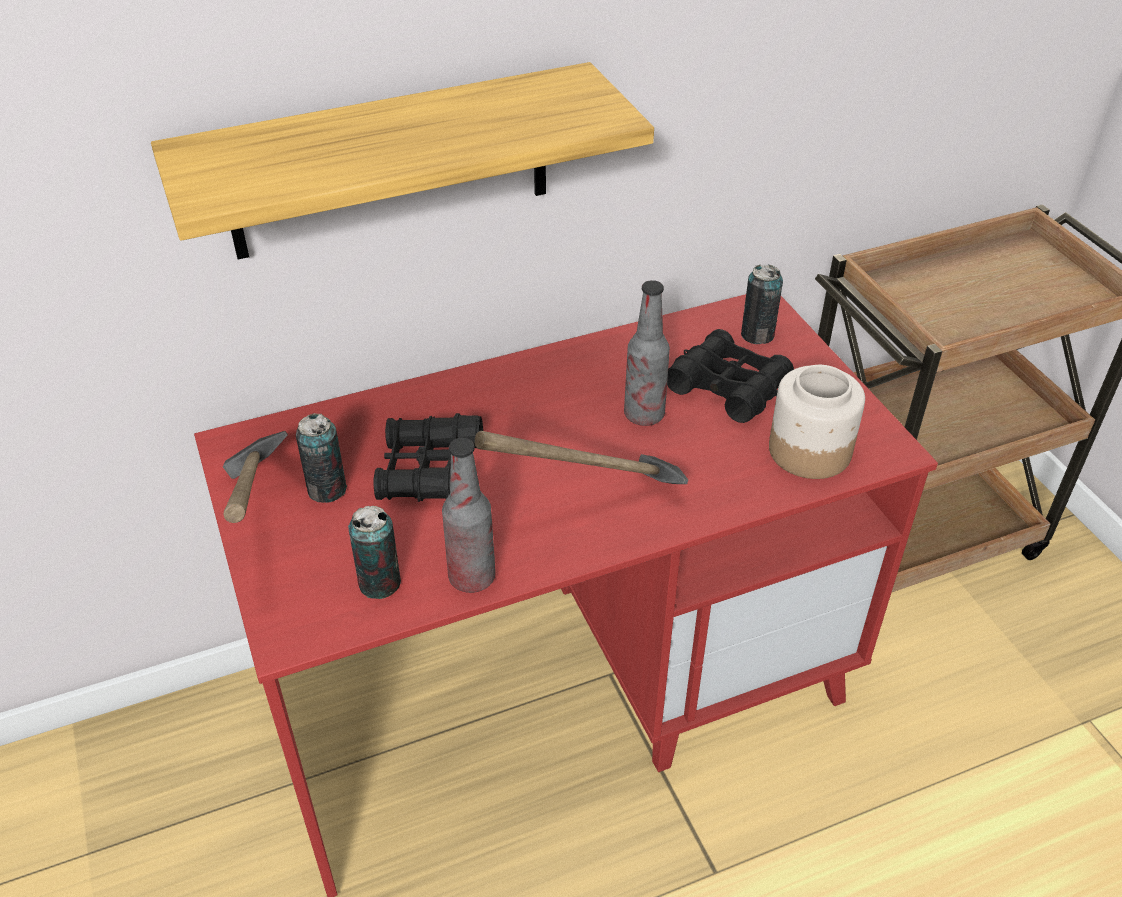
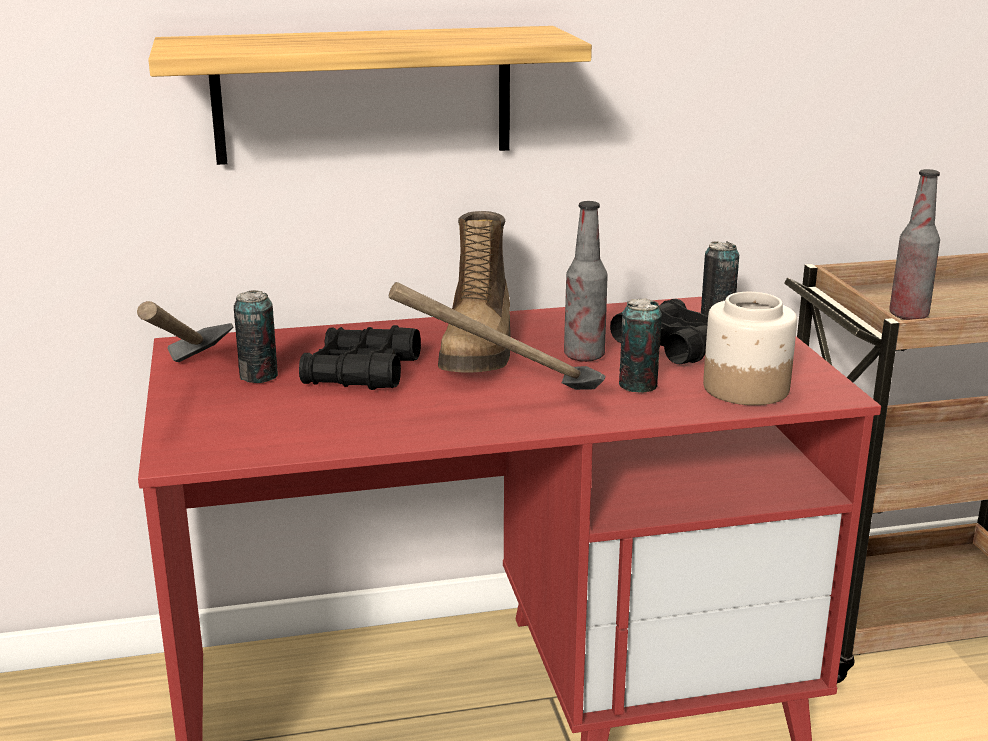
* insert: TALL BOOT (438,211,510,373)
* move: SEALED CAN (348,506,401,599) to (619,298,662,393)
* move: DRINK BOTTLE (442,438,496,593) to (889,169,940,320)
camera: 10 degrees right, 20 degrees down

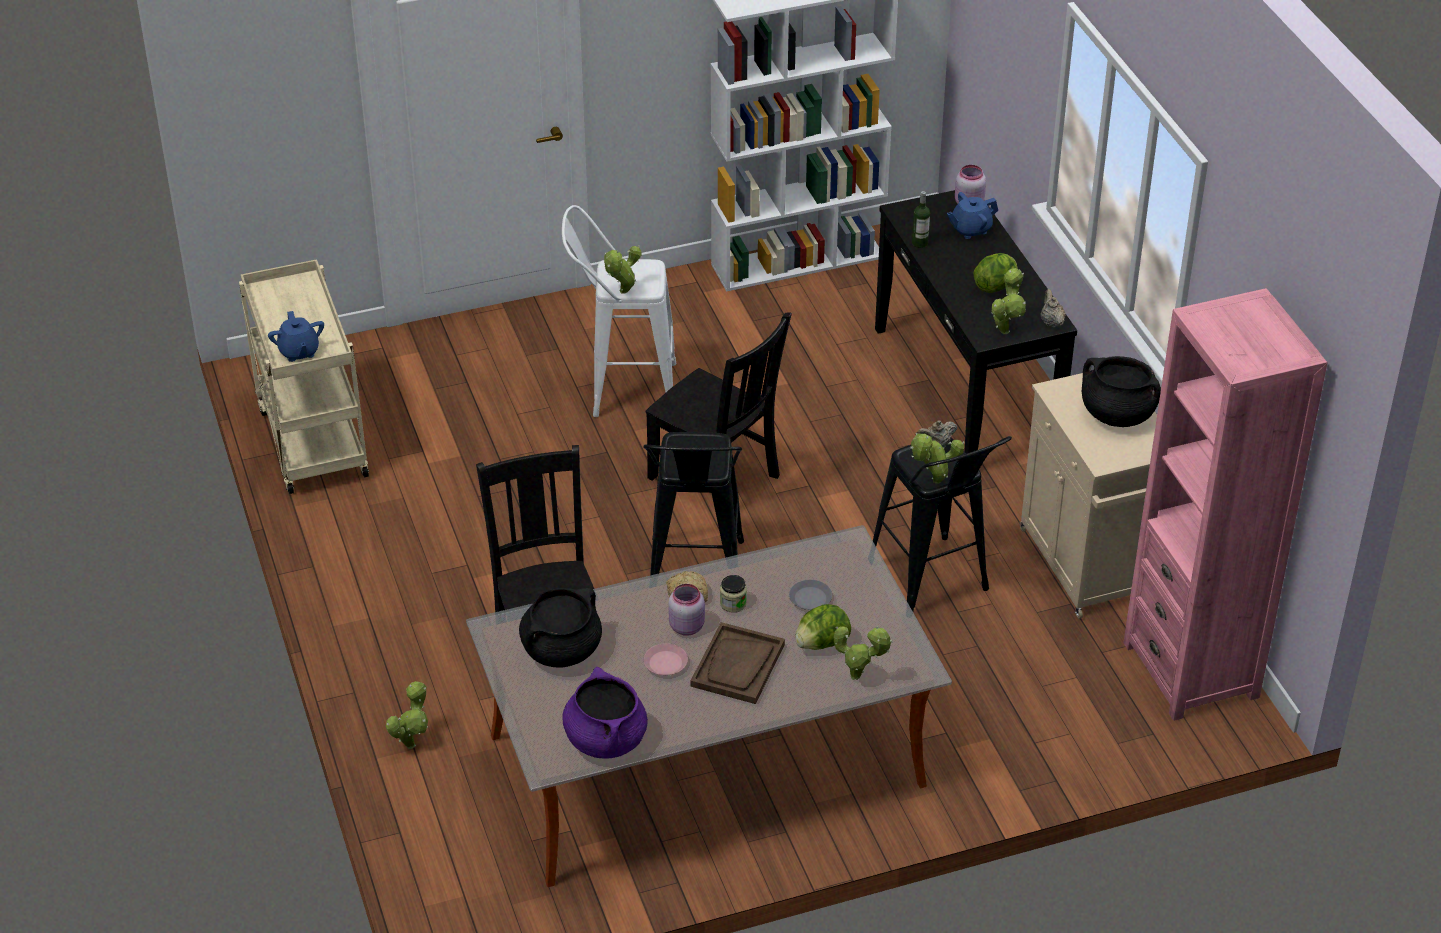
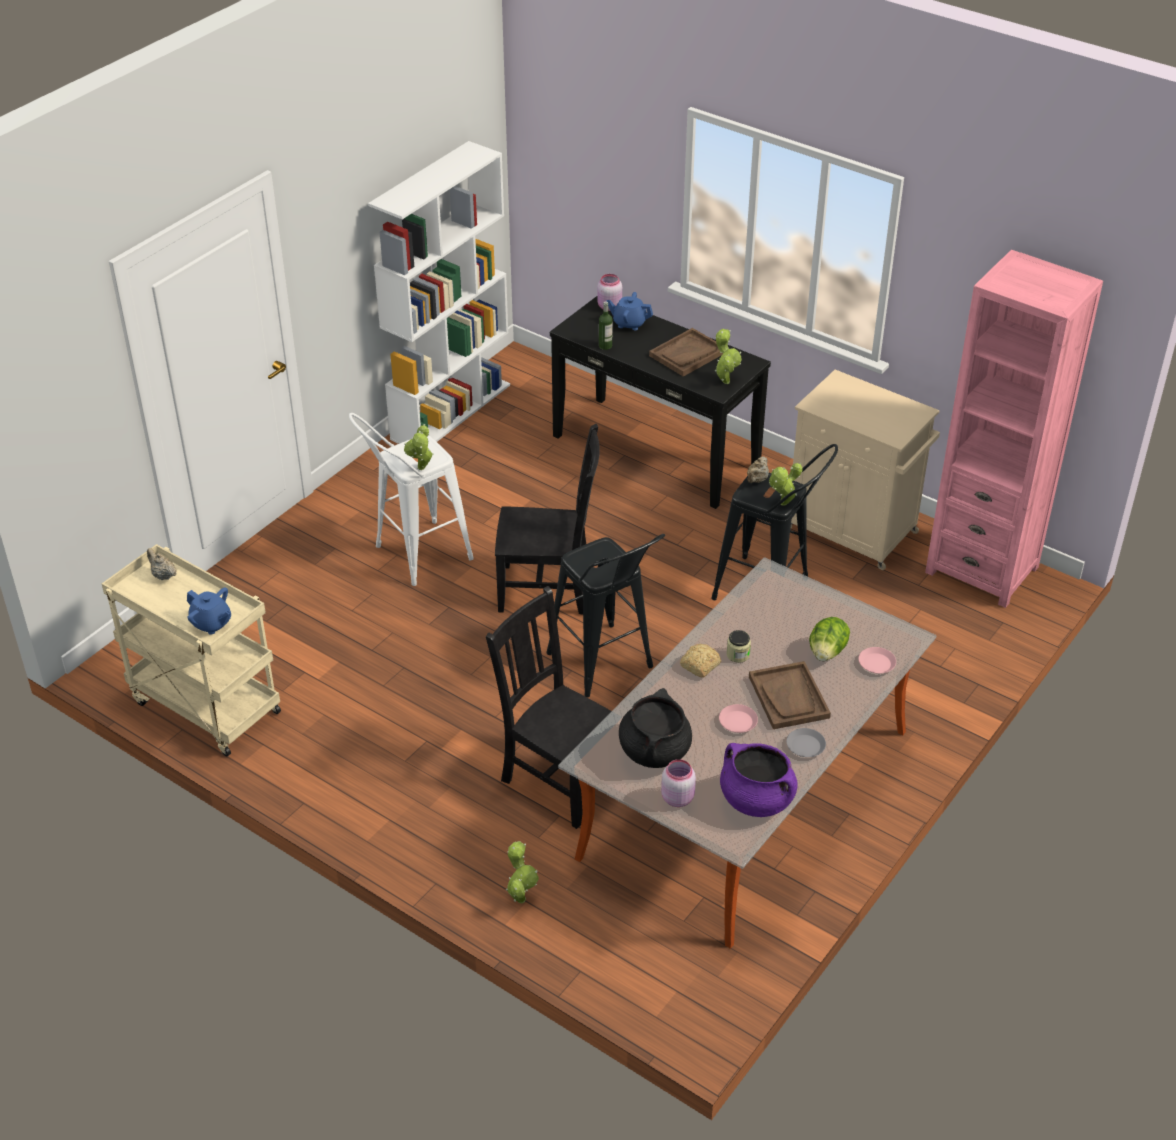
* delete: BLACK-COLOURED STOCKPOT (1082,356,1161,427)
* move: PINK STORAGE JAR (668,584,705,636) to (661,759,696,807)
* move: GREYISH DINNER PLATE (789,580,832,610) to (786,728,826,757)
* move: SAND-COLOURED TEA POT (1040,289,1066,328) to (147,548,177,580)
* replace: POTTED PLANT (834,626,893,681) to PINK DINNER PLATE (858,647,896,674)
* replace: LETTUCE (973,253,1018,293) to BROWN-COLOURED TRAY (649,328,723,377)
* rotate: BLUE TEA POT (947,192,998,239) = (606,292,653,330) 75 degrees clockwise
camera: 35 degrees left, 0 degrees up

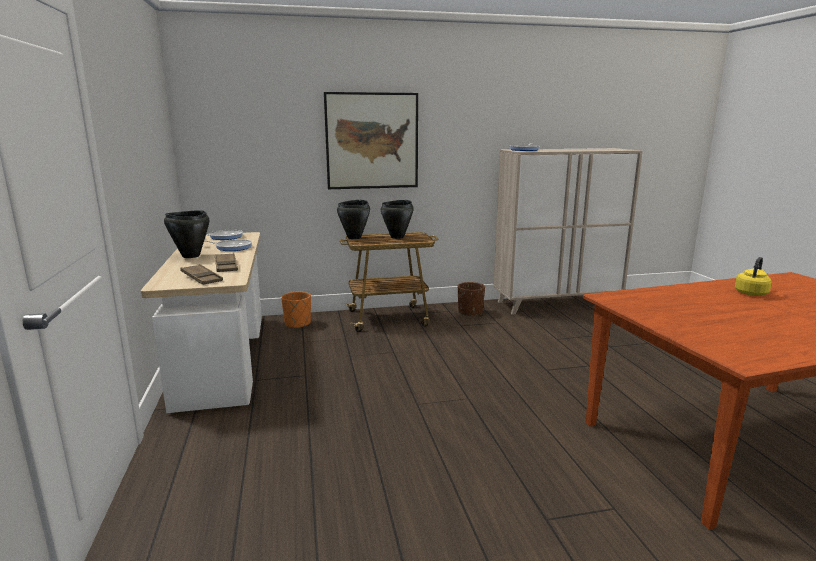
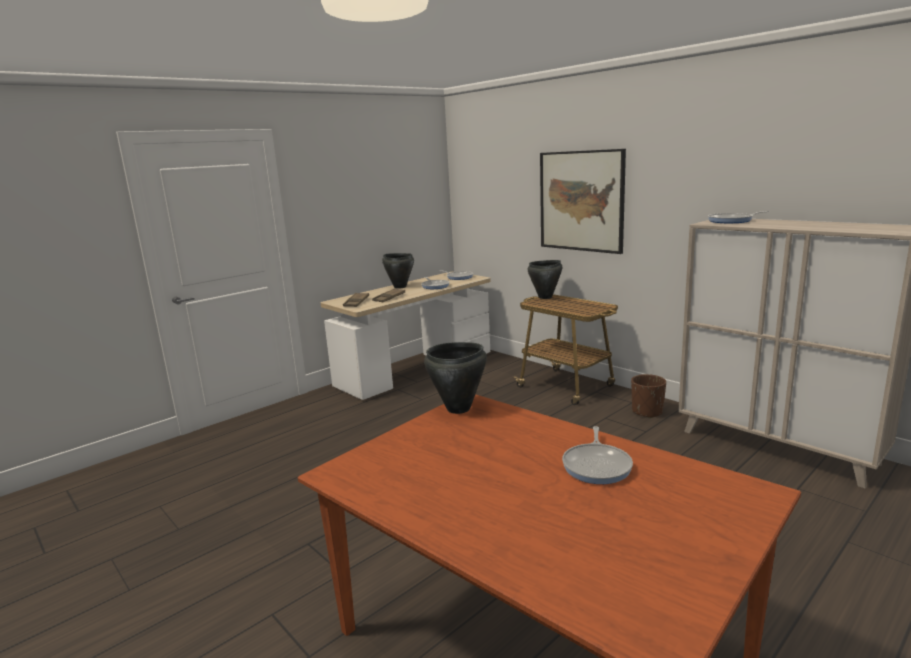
* delete: ORANGE PLANTER (281,291,311,329)
* move: BLACK-COLOURED STOCKPOT (381,200,414,239) to (424,342,487,414)
* replace: YELLOW-COLOURED TEA KETTLE (735,257,772,296) to PAN (562,426,633,484)
camera: 60 degrees right, 0 degrees up

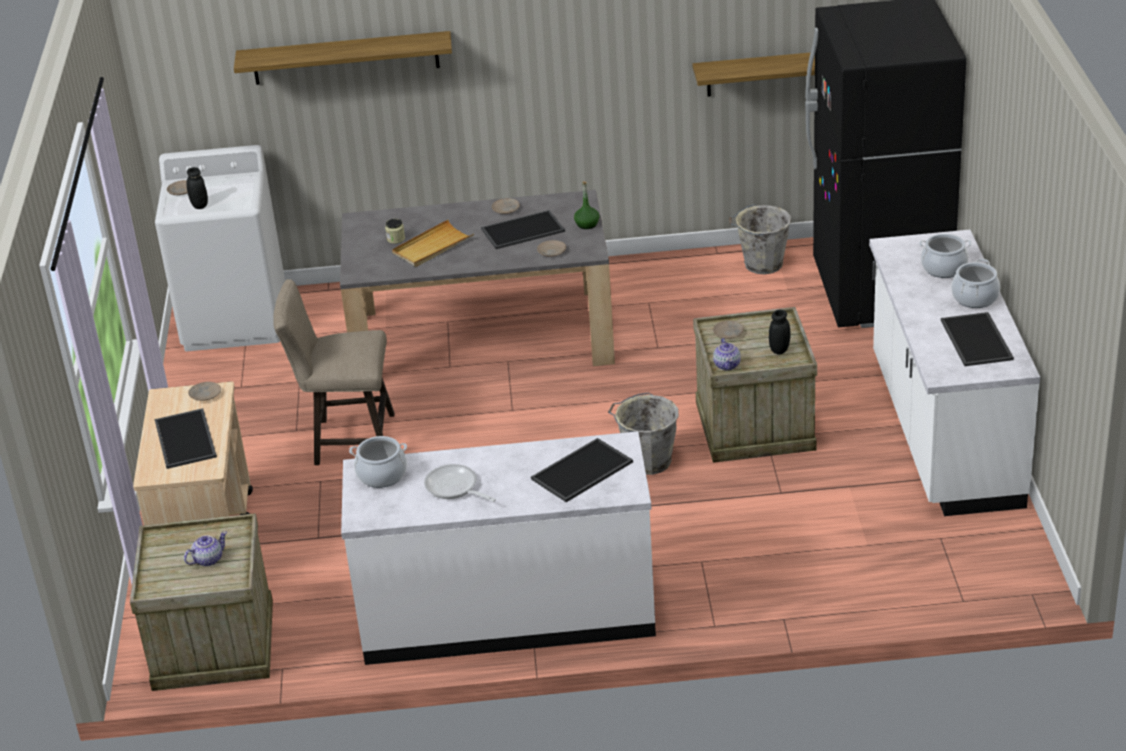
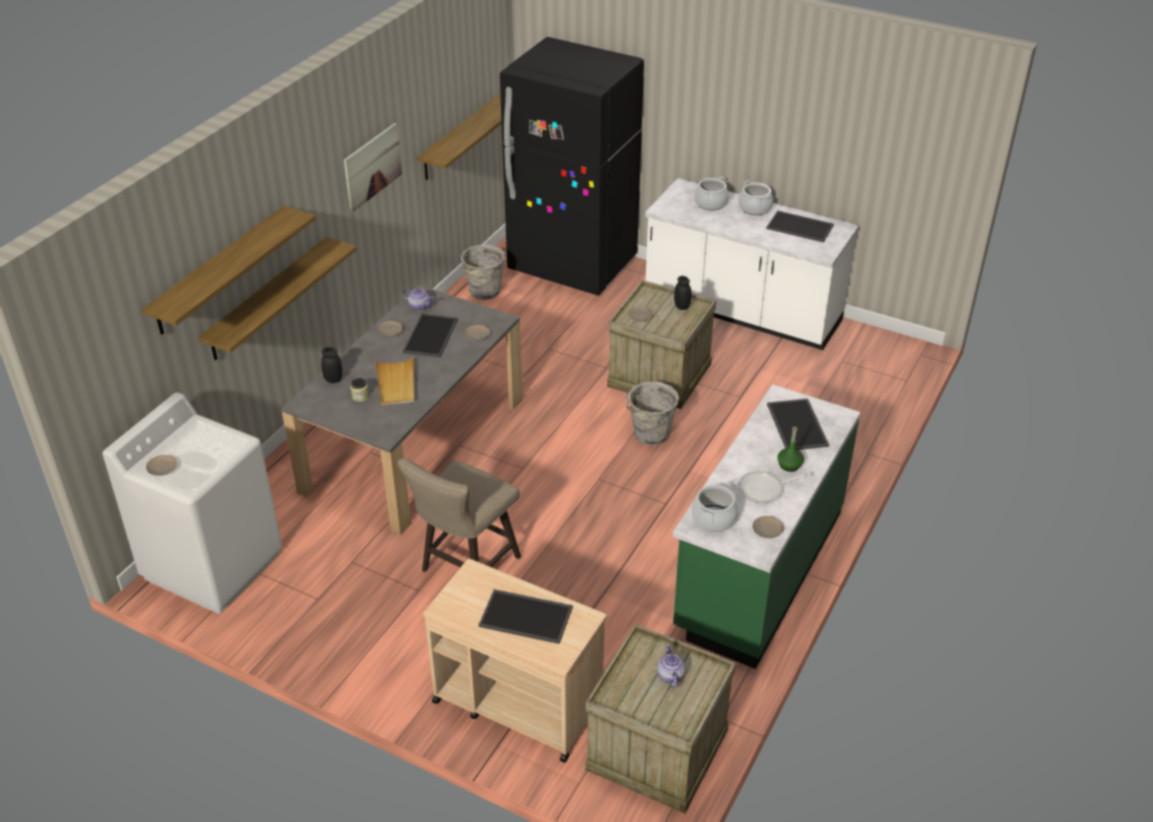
* insert: WALL SHELF (198,237,357,360)
* insert: WALL PICTURE (344,123,402,212)
* move: BLACK-COLOURED STORAGE JAR (187,167,208,209) to (321,347,342,383)
* move: SAND-COLOURED DINNER PLATE (188,382,221,401) to (752,516,784,538)
* move: GREEN DRINK BOTTLE (574,181,600,229) to (777,427,804,472)
* move: TEA POT (713,338,741,370) to (403,289,434,311)
* recolor: WHITE KITCHEN COUNTER (341,431,656,665) to GREEN KITCHEN COUNTER (673,384,861,669)
camera: 60 degrees left, 5 degrees up

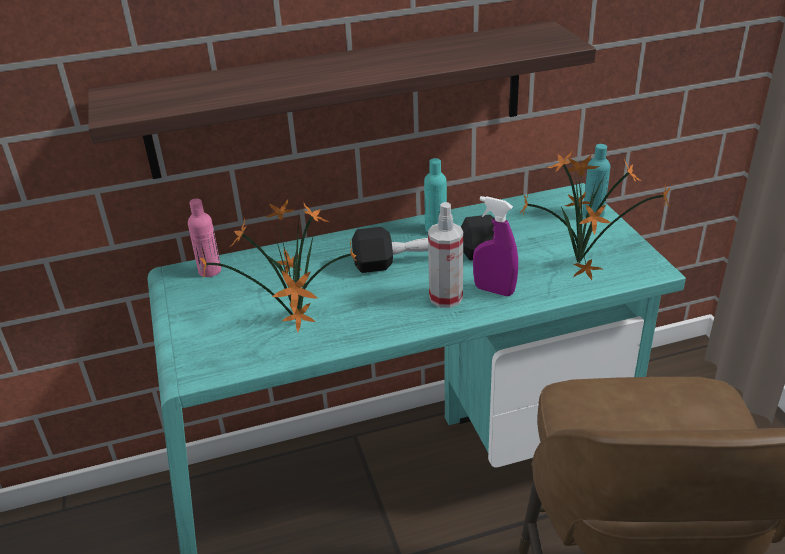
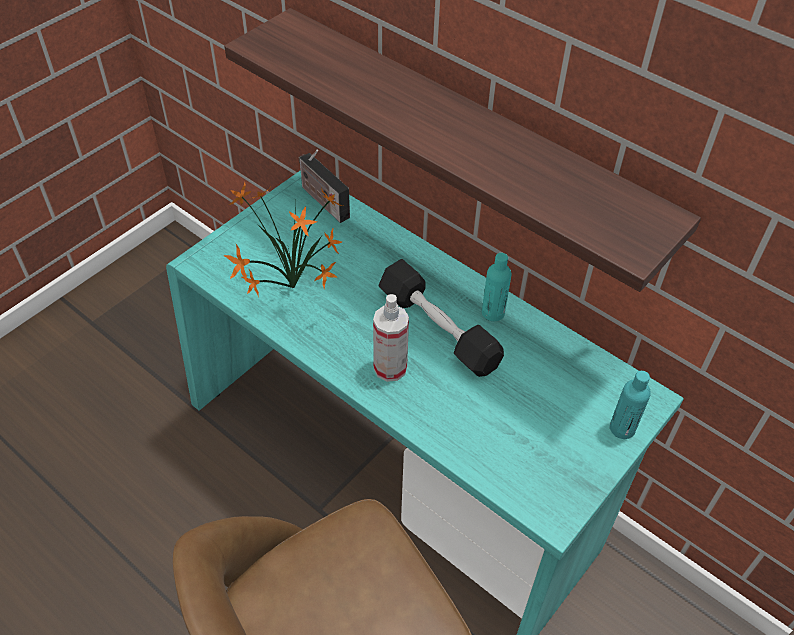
* delete: PURPLISH SPRAY BOTTLE (473,196,518,296)
* delete: POTTED PLANT (520,151,671,280)
* replace: PINK DRINK BOTTLE (188,199,221,277) to RADIO (299,150,350,223)
camera: 55 degrees right, 15 degrees up

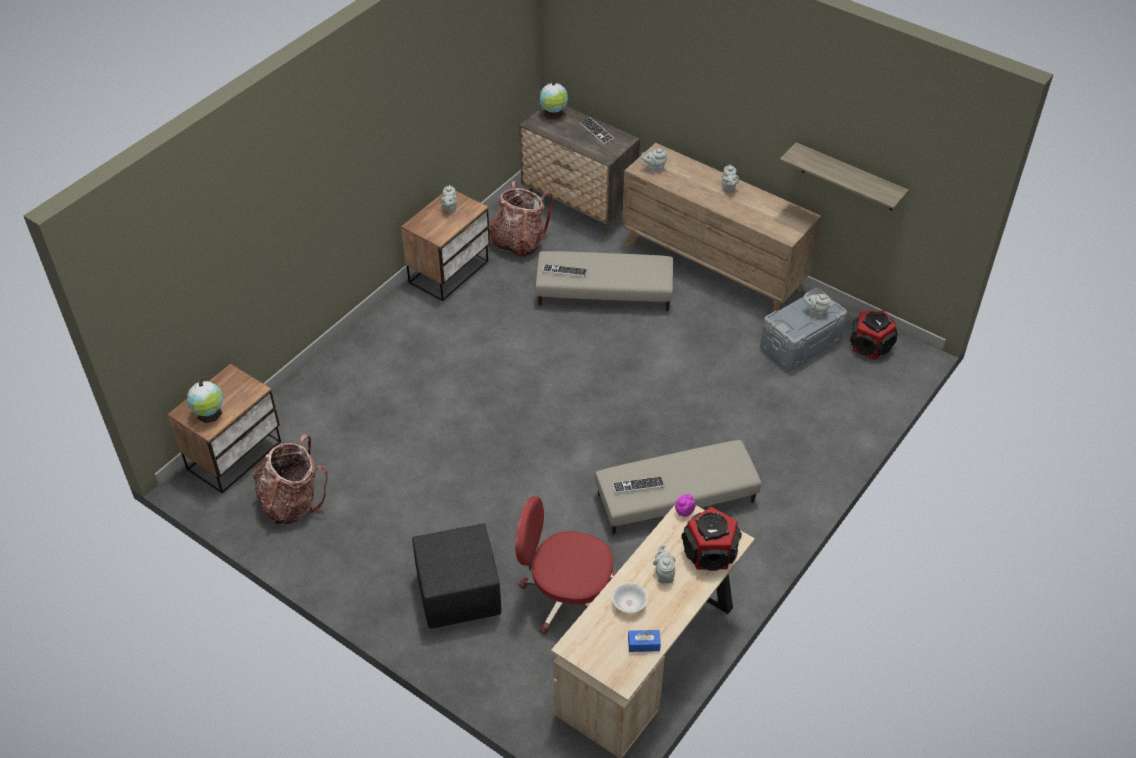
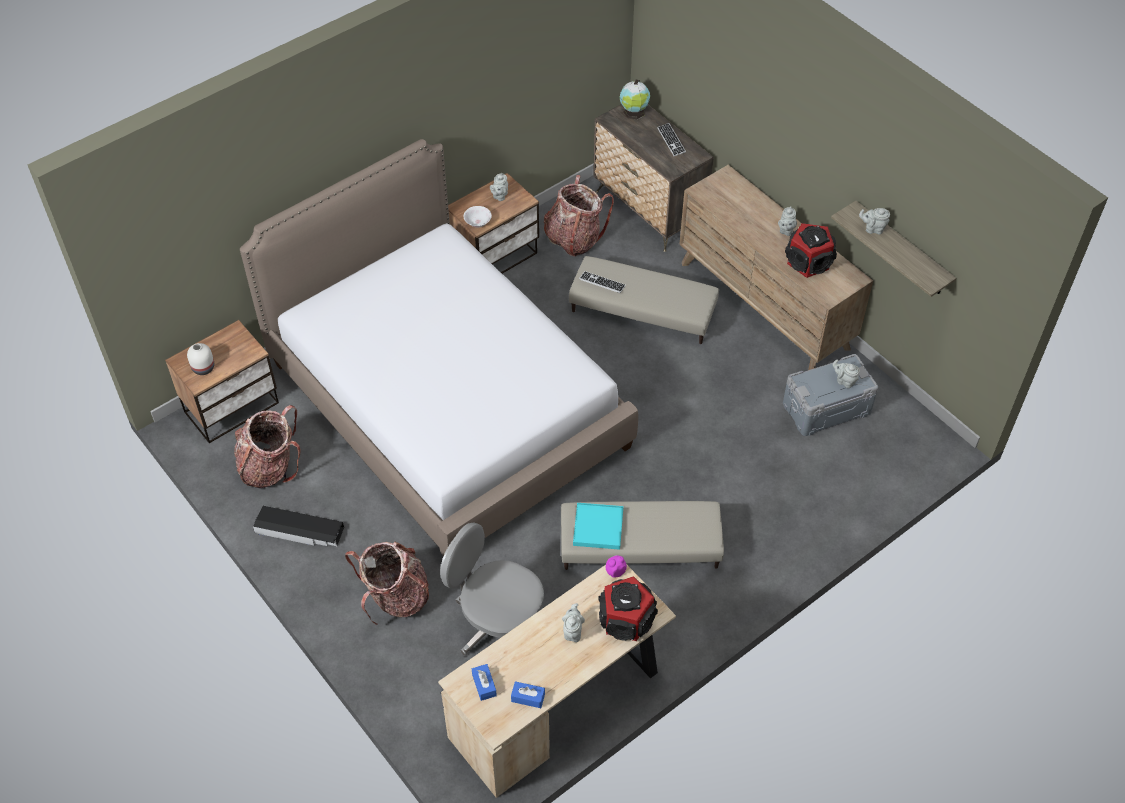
* insert: BED (240,139,638,556)
* insert: BLACK-COLOURED STORAGE BOX (253,506,344,546)
* insert: BLUE TISSUE BOX (472,664,497,701)
* move: WHITE BOWL (612,582,648,613) to (463,206,492,227)
* move: GREYISH TEA POT (641,148,667,173) to (859,208,890,235)
* move: LOUDSPEAKER (850,310,898,360) to (785,223,837,278)
* replace: DESK GLOBE (187,379,223,423) to WHITE DECORATIVE VASE (187,343,214,375)
* replace: BLACK-COLOURED OTTOMAN (412,523,501,629) to KNAPSACK (345,542,429,625)
* replace: COMPUTER KEYBOARD (612,476,665,494) to TURQUOISE TRAY (573,503,624,550)
* recolor: RED OFFICE CHAIR (515,496,616,635) to GREYISH OFFICE CHAIR (440,522,544,656)
camera: 15 degrees right, 5 degrees up

